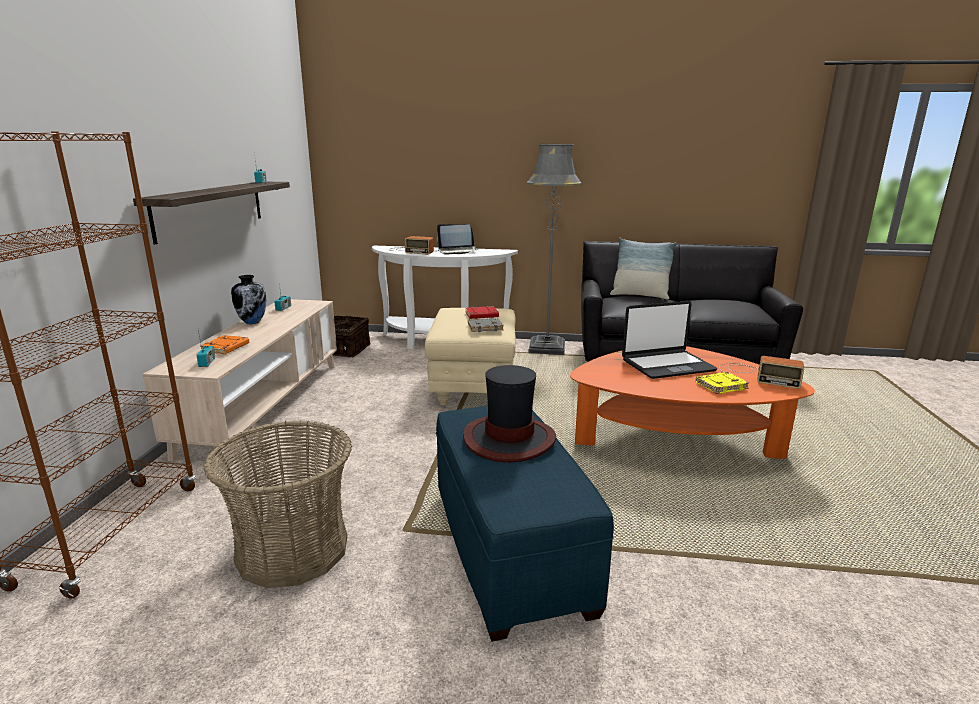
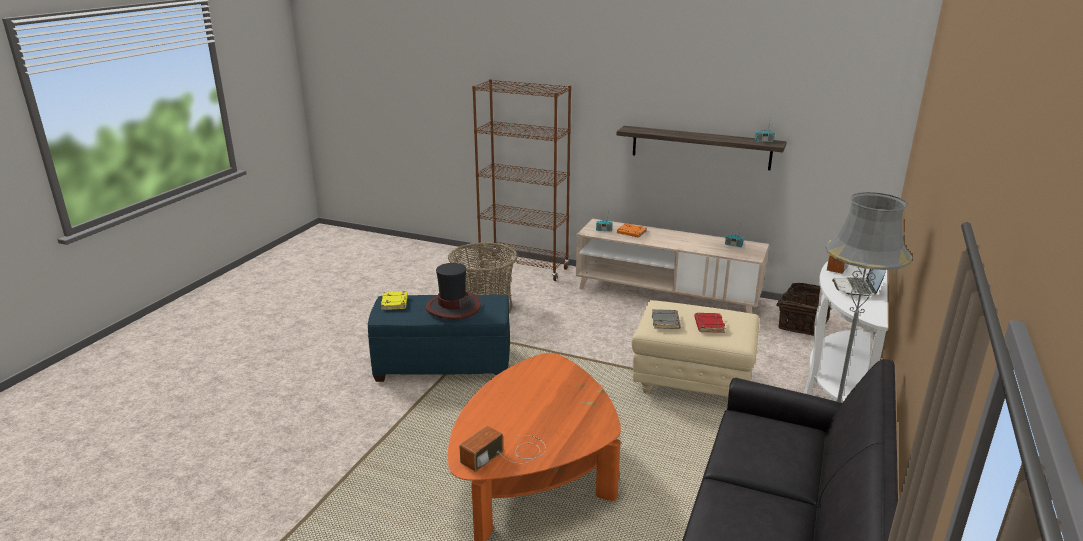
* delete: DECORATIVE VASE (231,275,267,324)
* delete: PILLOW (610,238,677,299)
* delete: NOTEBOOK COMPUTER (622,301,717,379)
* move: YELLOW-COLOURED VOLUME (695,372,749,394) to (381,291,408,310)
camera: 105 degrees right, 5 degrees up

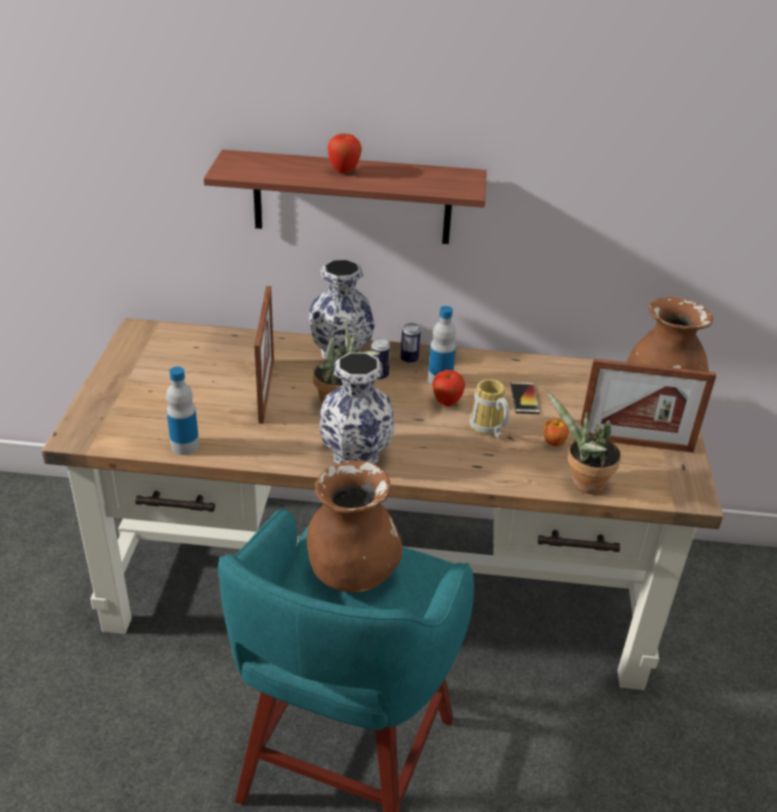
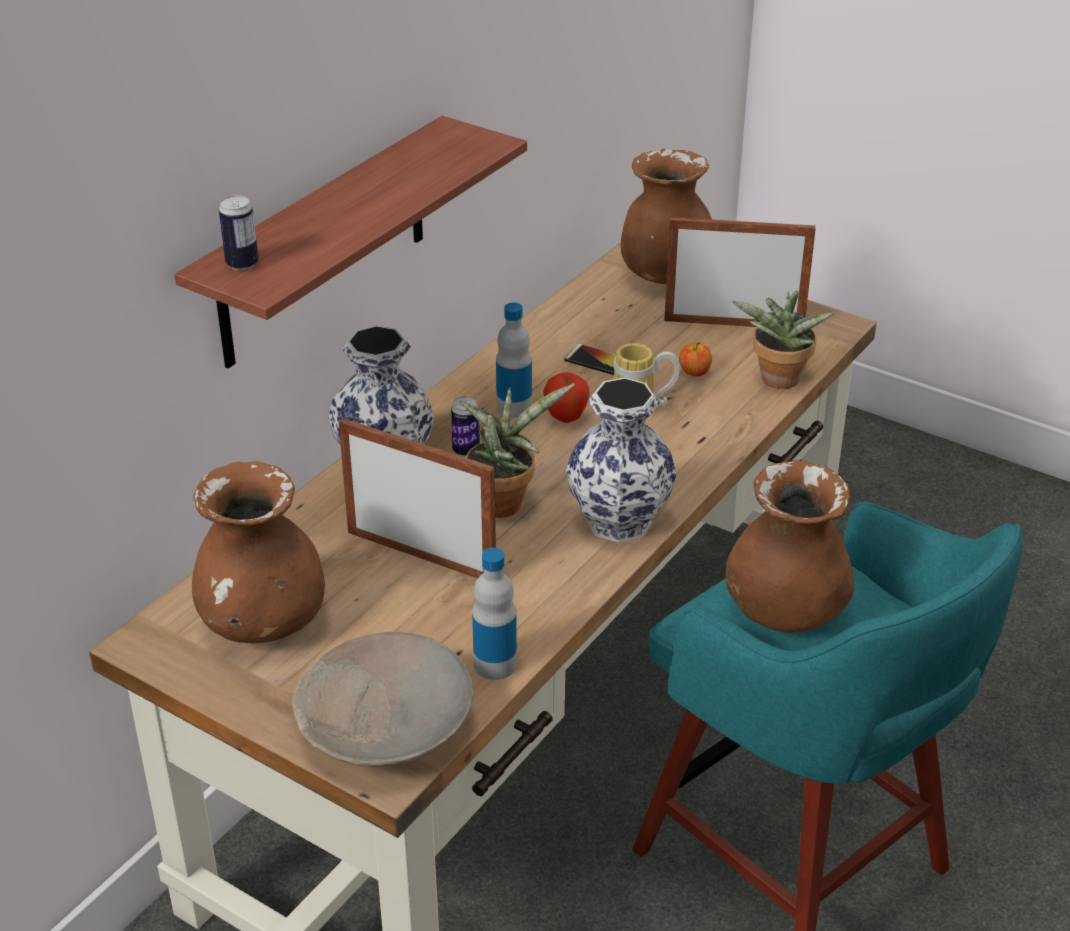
* delete: APPLE (328,133,362,174)
* insert: BROWN-COLOURED DECORATIVE VASE (192,462,325,643)
* insert: SAND-COLOURED BOWL (292,632,473,767)
* move: SEALED CAN (401,323,421,364) to (219,195,258,270)
* rotate: PHOTO FRAME (580,359,716,453) = (664,217,816,327) 120 degrees counterclockwise
camera: 60 degrees left, 0 degrees up

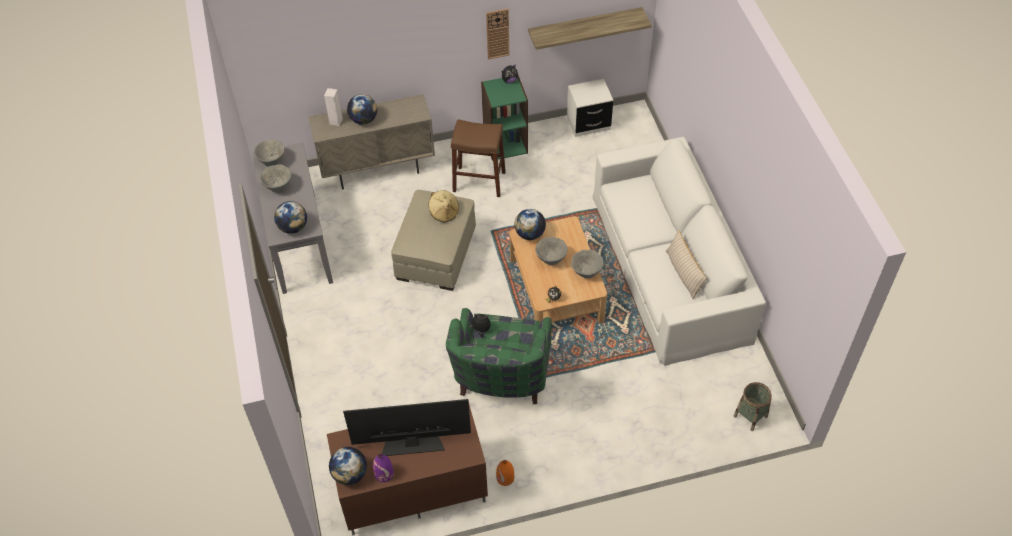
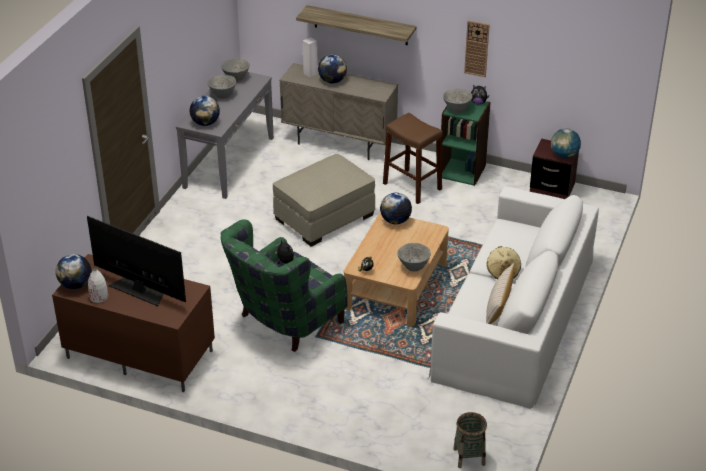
* delete: ORANGE DECORATIVE VASE (496,460,514,486)
* insert: DESK GLOBE (551,128,581,158)
* move: SAND-COLOURED HAT (428,190,459,222) to (487,246,521,279)
* move: WALL SHELF (528,7,652,50) to (296,5,417,45)
* move: GREYISH BOWL (535,237,568,265) to (443,88,473,113)
* recolor: PURPLISH DECORATIVE VASE (373,454,394,482) to WHITE DECORATIVE VASE (88,268,108,303)
* recolor: WHITE NIGHT TABLE (567,79,613,137) to BROWN-COLOURED NIGHT TABLE (530,139,579,199)
camera: 35 degrees right, 15 degrees down

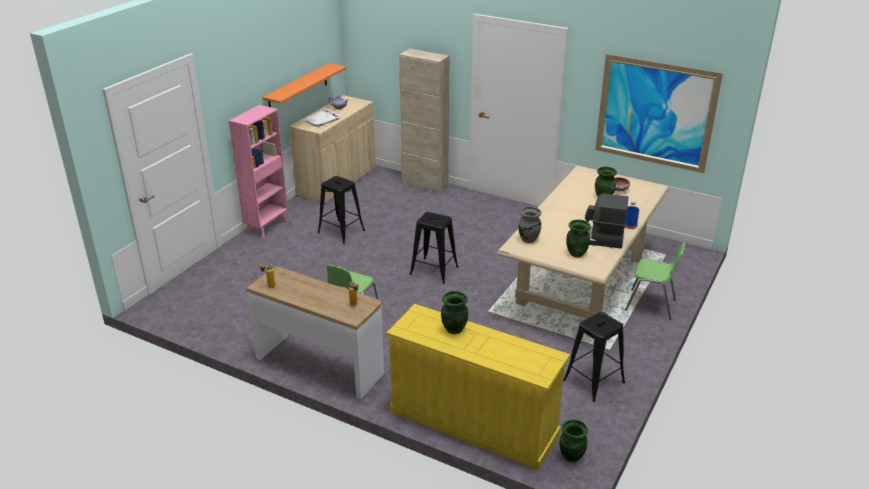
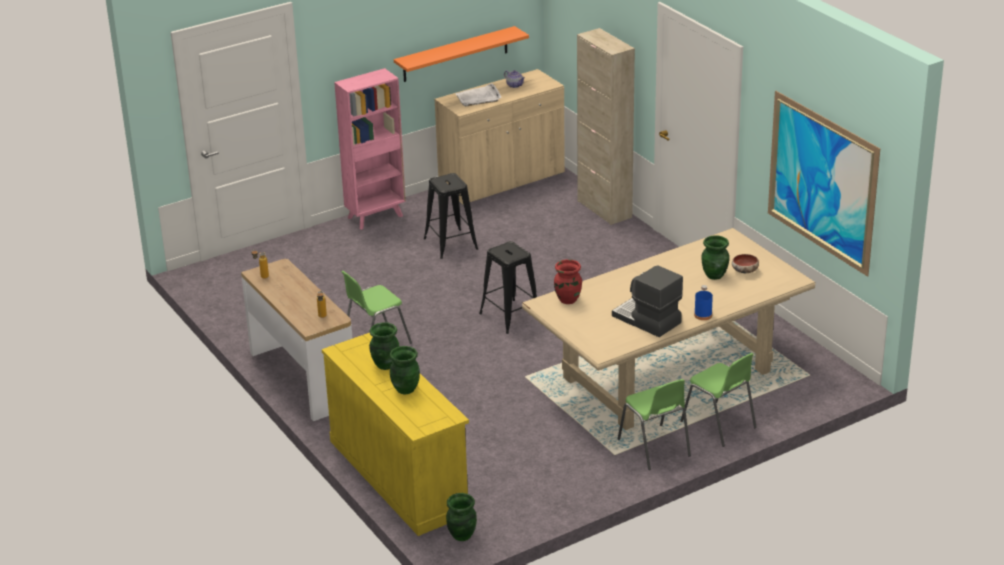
* delete: BLACK-COLOURED SITTING STOOL (563,312,625,402)
* insert: GREEN PLAIN CHAIR (618,379,691,470)
* move: GREEN DECORATIVE VASE (566,219,591,257) to (390,346,420,394)
* recolor: GREYISH DECORATIVE VASE (518,206,541,243) to RED DECORATIVE VASE (554,259,582,304)
camera: 30 degrees right, 0 degrees up

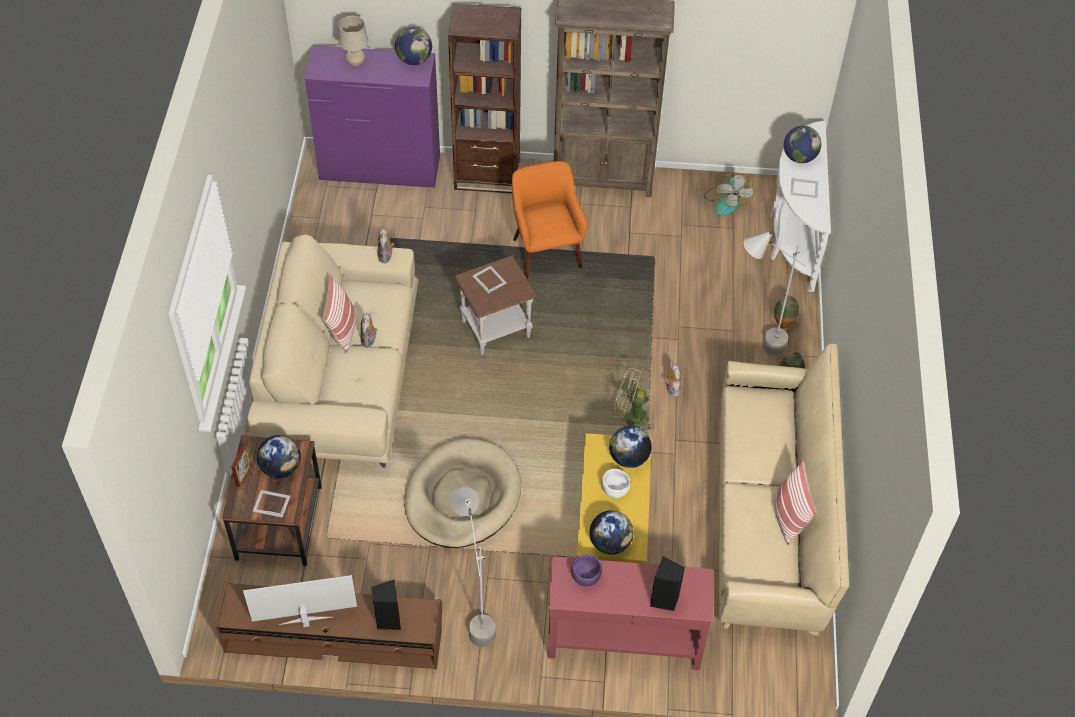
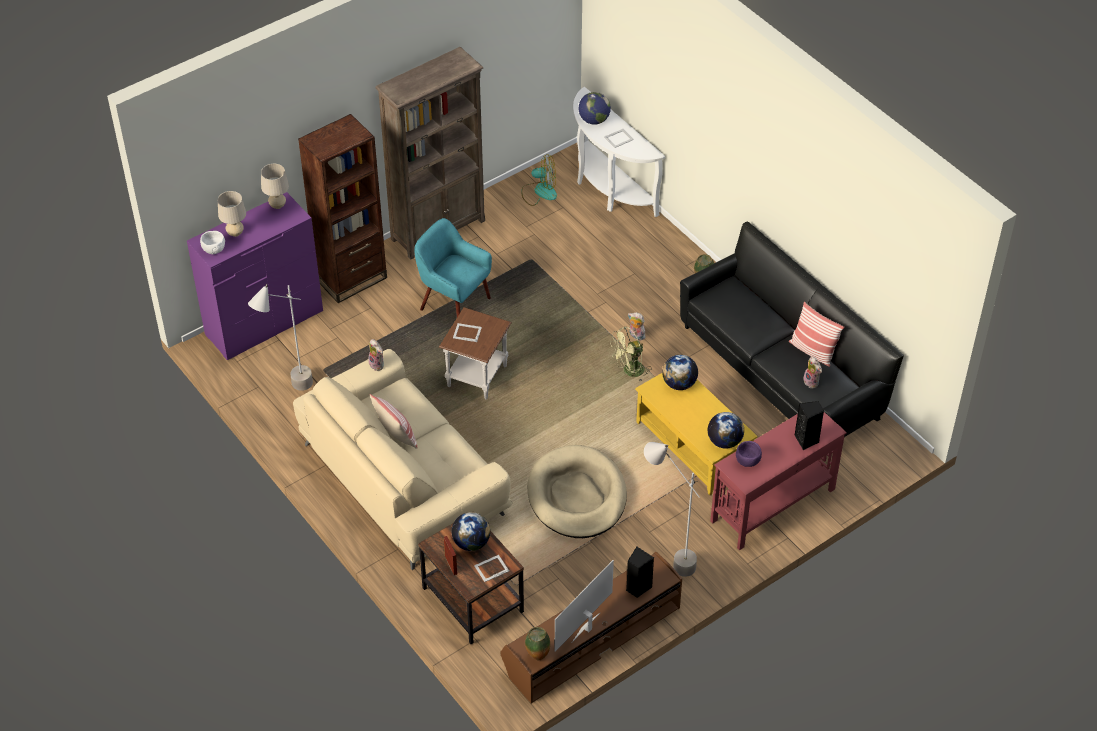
* move: SOFT TOY (360,313,377,348) to (803,357,822,388)
* move: WHITE BOWL (601,469,631,498) to (200,231,225,254)
* move: GREYISH STANDING LAMP (744,231,806,356) to (248,284,313,391)
* move: DECORATIVE VASE (774,295,799,329) to (525,627,550,660)
* replace: DESK GLOBE (395,27,432,65) to SAND-COLOURED TABLETOP LAMP (261,164,289,209)
* recolor: ORANGE LOUNGE CHAIR (512,161,588,279) to TURQUOISE LOUNGE CHAIR (414,218,492,317)
* recolor: SAND-COLOURED COUCH (719,344,849,636) to BLACK-COLOURED COUCH (680,221,904,437)
* rotate: FAN (704,173,756,216) = (521,154,557,206) 45 degrees counterclockwise
camera: 40 degrees left, 5 degrees down

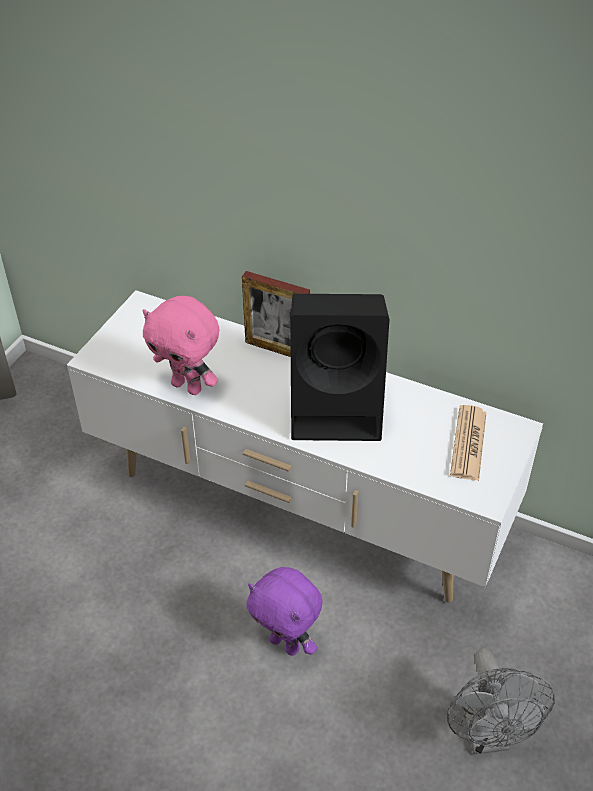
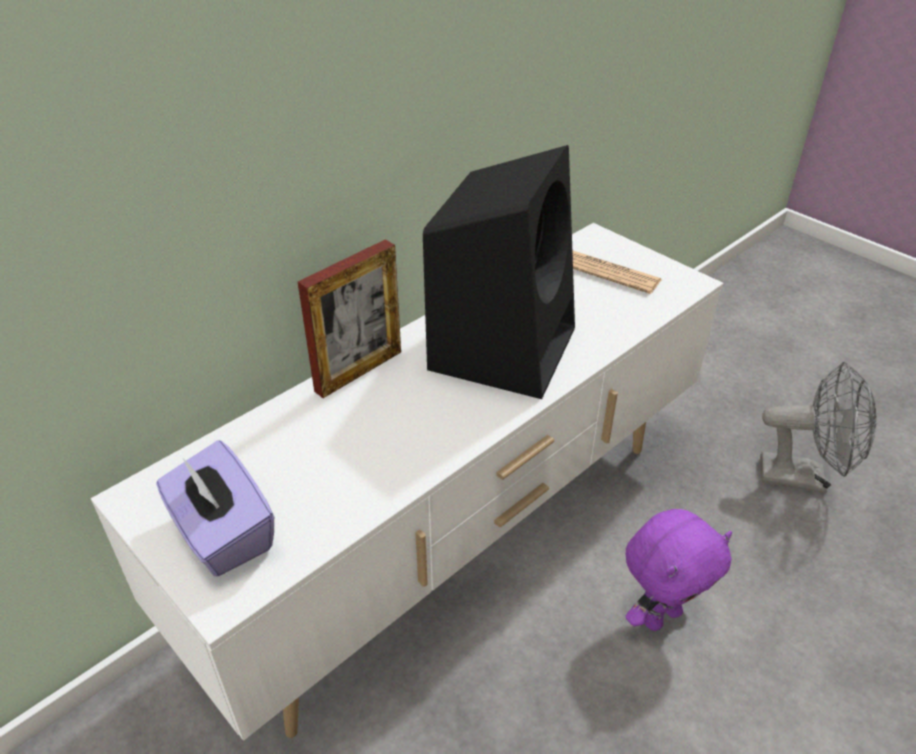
* delete: PINK SOFT TOY (143,296,219,395)
* insert: PURPLISH TISSUE BOX (156,440,274,577)
camera: 70 degrees left, 5 degrees down

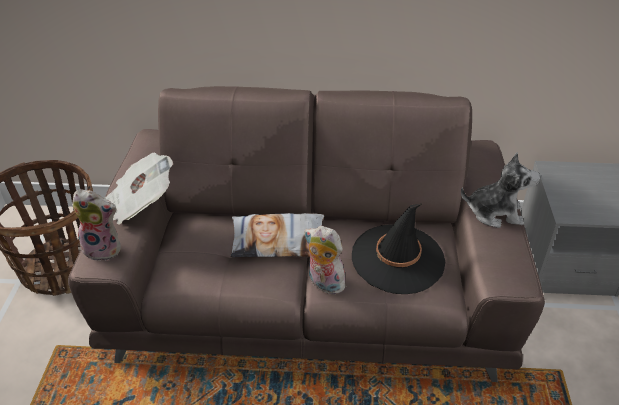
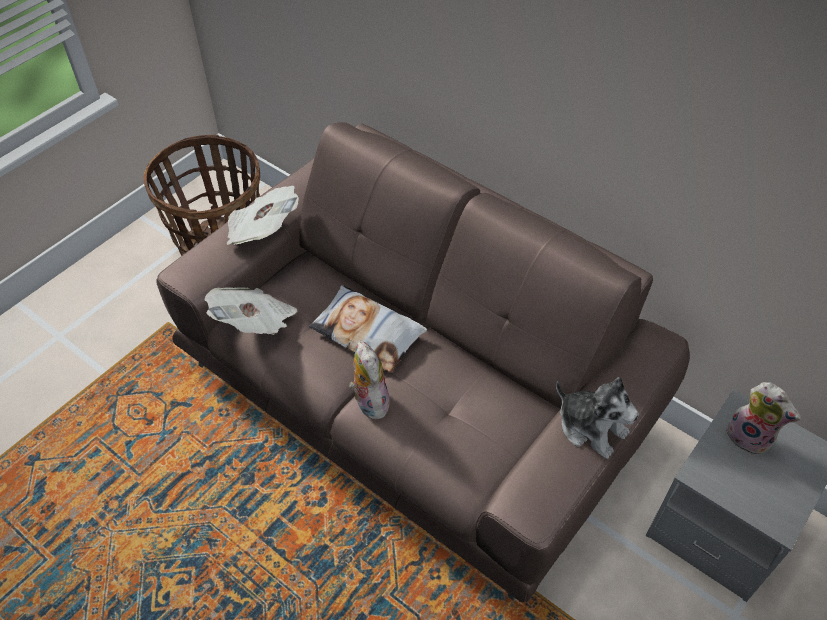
* delete: BLACK-COLOURED HAT (352,204,445,294)
* insert: PRINTED PAPER (205,287,297,335)
* move: SOFT TOY (72,189,121,261) to (726,382,801,455)
camera: 35 degrees right, 10 degrees up

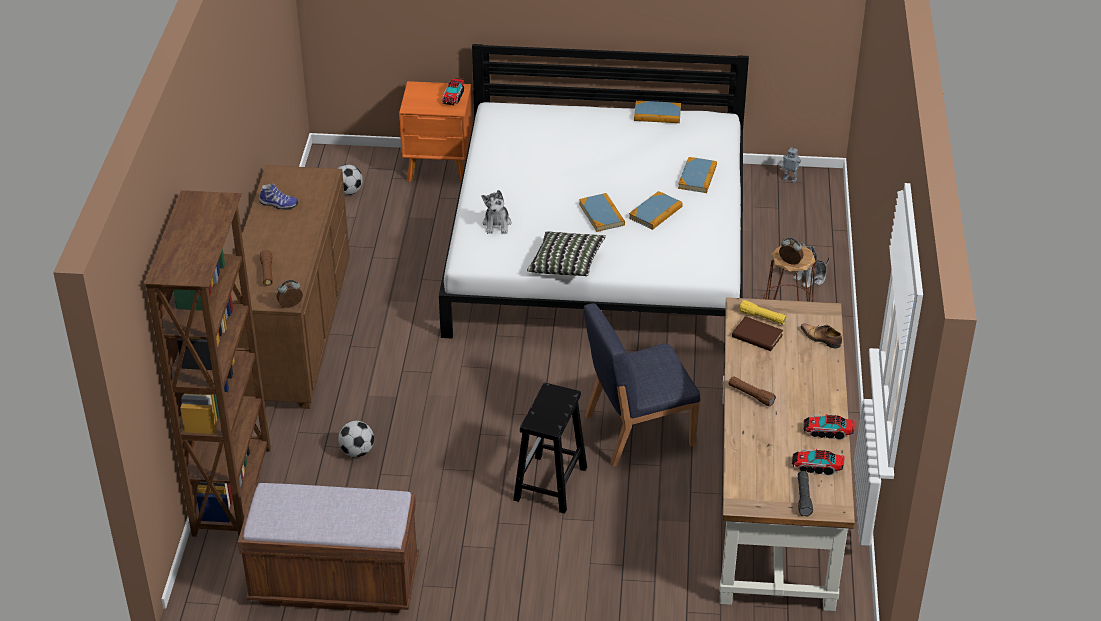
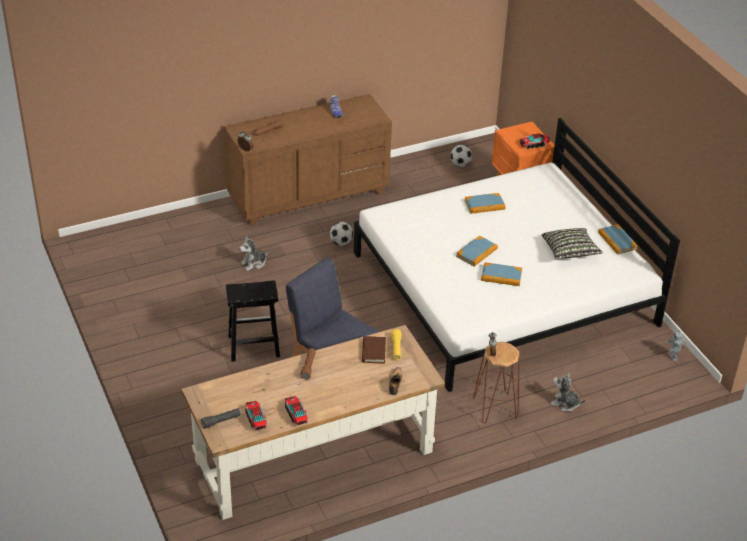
* delete: BROWN-COLOURED BOOKSHELF (144,190,271,537)
* delete: BROWN-COLOURED INDOOR BENCH (238,483,419,613)
* move: FOOTBALL BALL (338,421,374,457) to (330,222,353,246)
* move: SOFT TOY (482,190,512,234) to (239,236,269,271)
* move: PILLOW (527,231,606,276) to (541,228,603,259)
* move: VOLUME (678,157,717,193) to (464,193,506,214)
camera: 60 degrees right, 0 degrees up

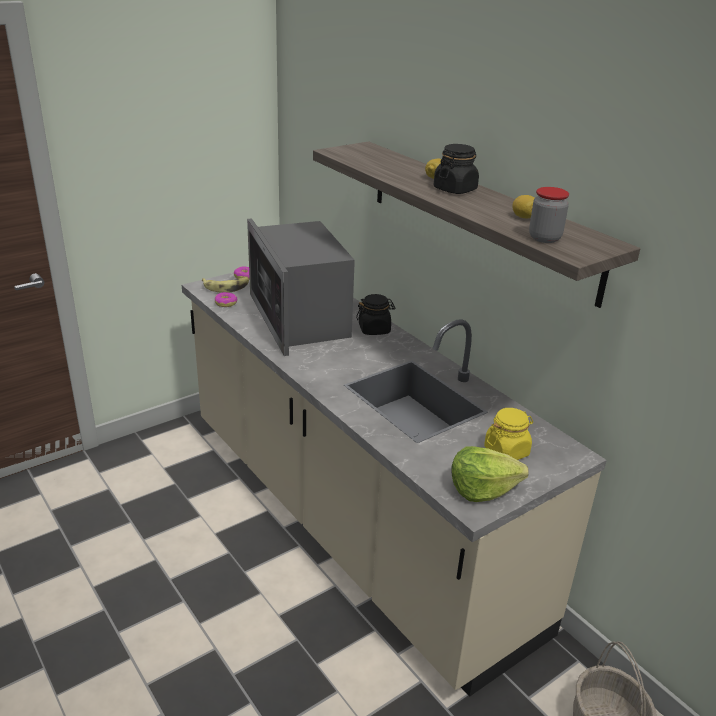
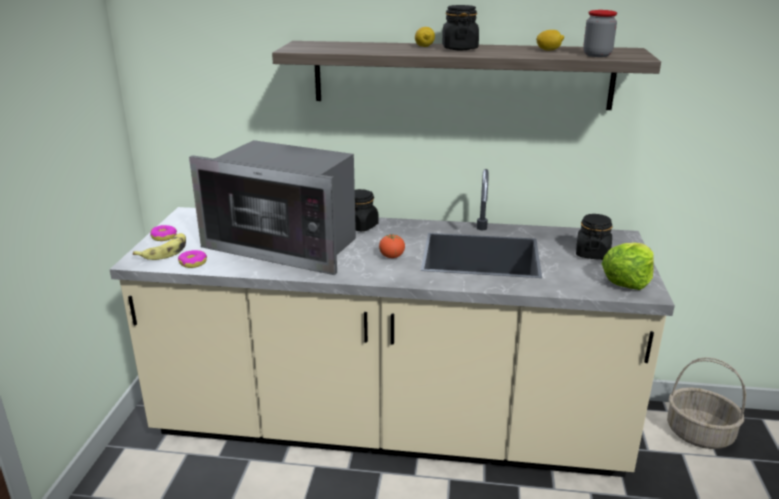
* insert: WHOLE TOMATO (379,234,405,258)
* recolor: YELLOW-COLOURED STORAGE JAR (484,408,533,460) to BLACK-COLOURED STORAGE JAR (576,214,613,260)
camera: 45 degrees left, 5 degrees down

